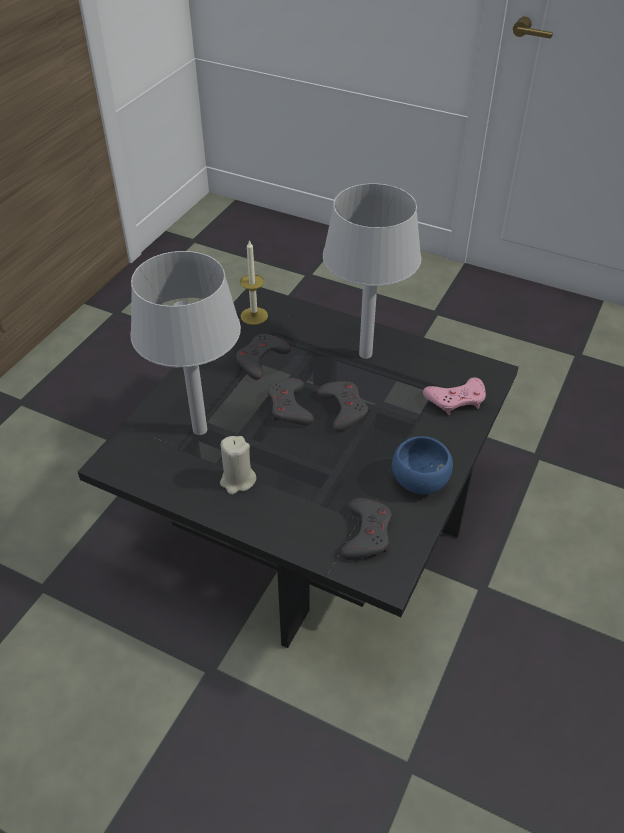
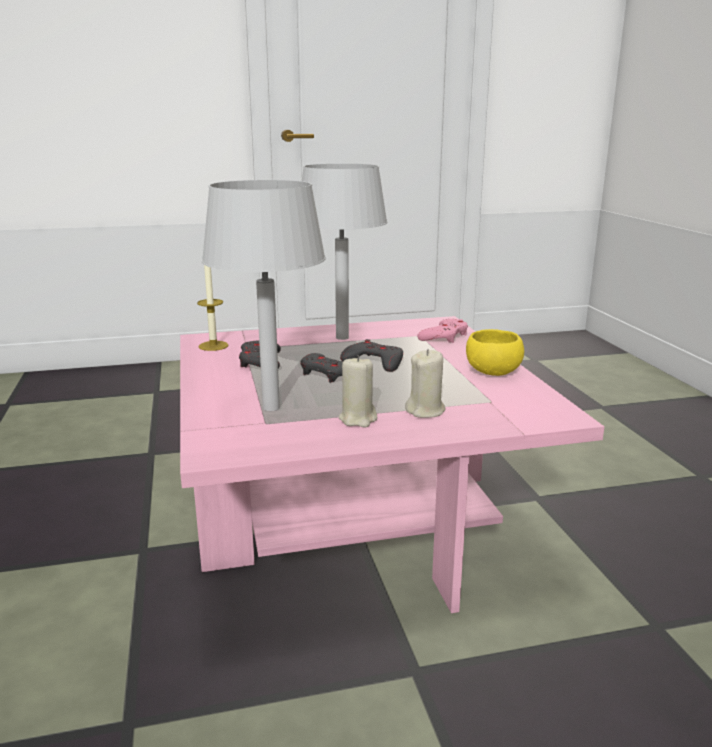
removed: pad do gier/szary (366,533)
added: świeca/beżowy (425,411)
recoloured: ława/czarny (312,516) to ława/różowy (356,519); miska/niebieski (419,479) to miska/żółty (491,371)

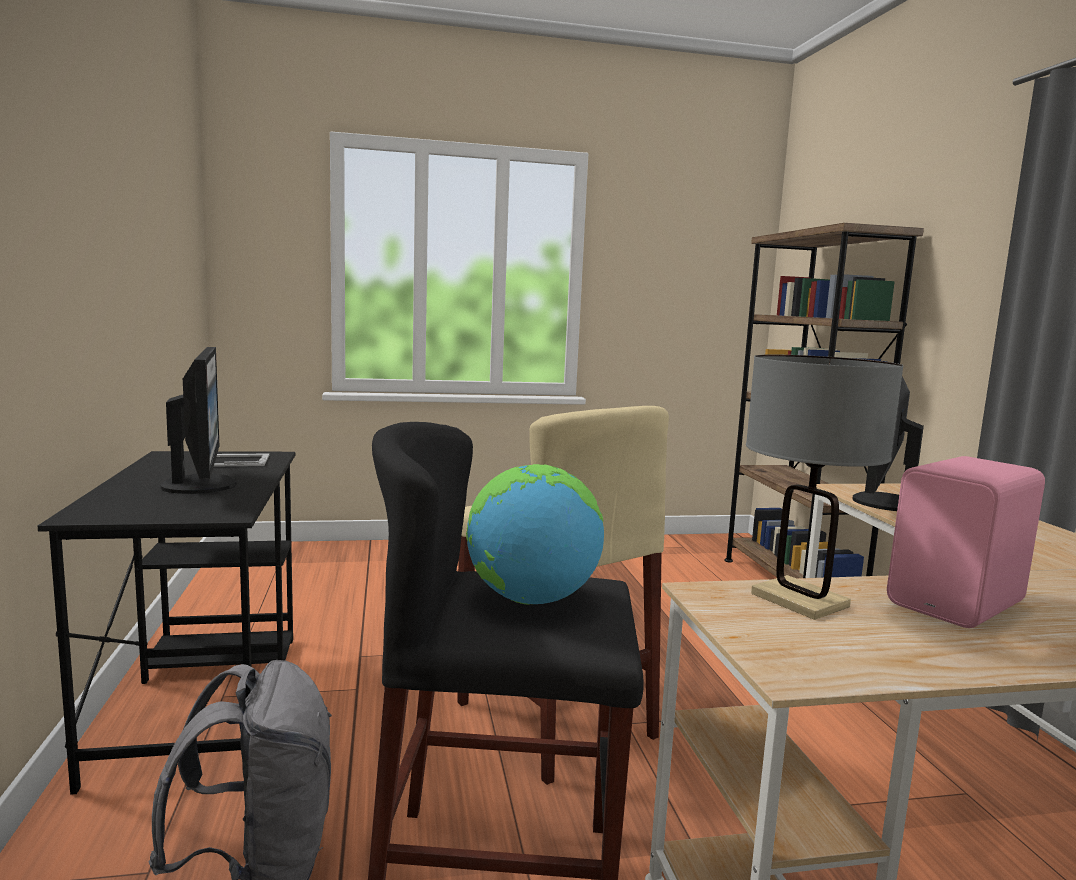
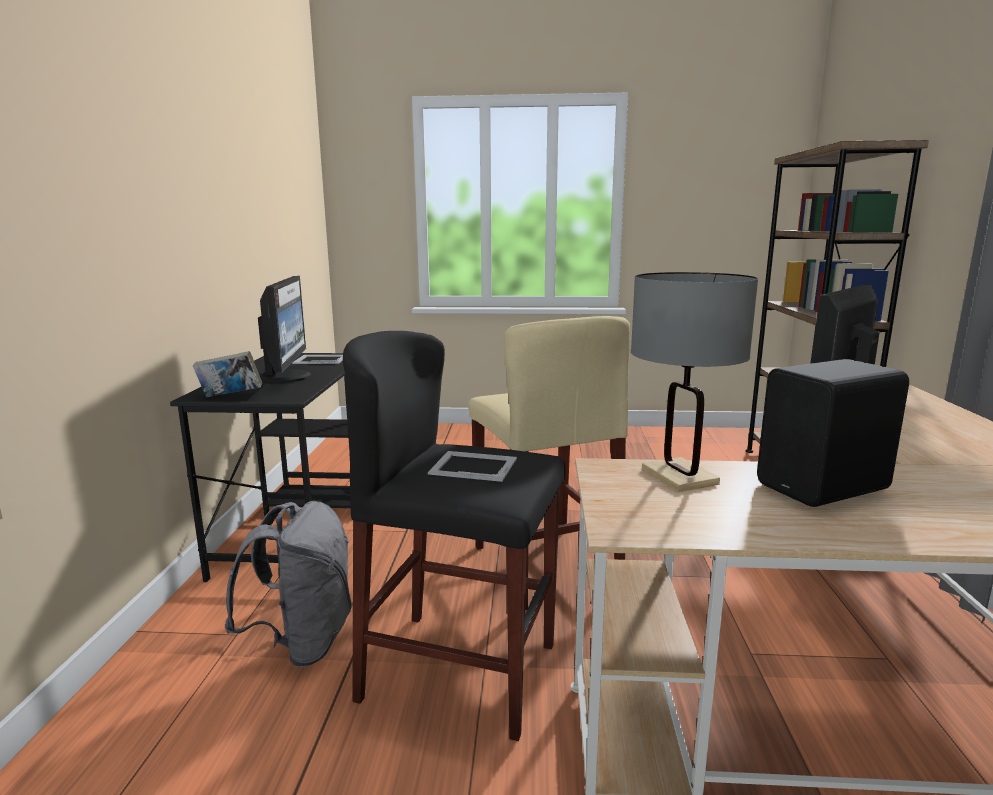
added: książka (230,397)
replaced: globus (531,599) to ramka na zdjęcie (472,466)
recoloured: głośnik/różowy (959,604) to głośnik/czarny (826,488)

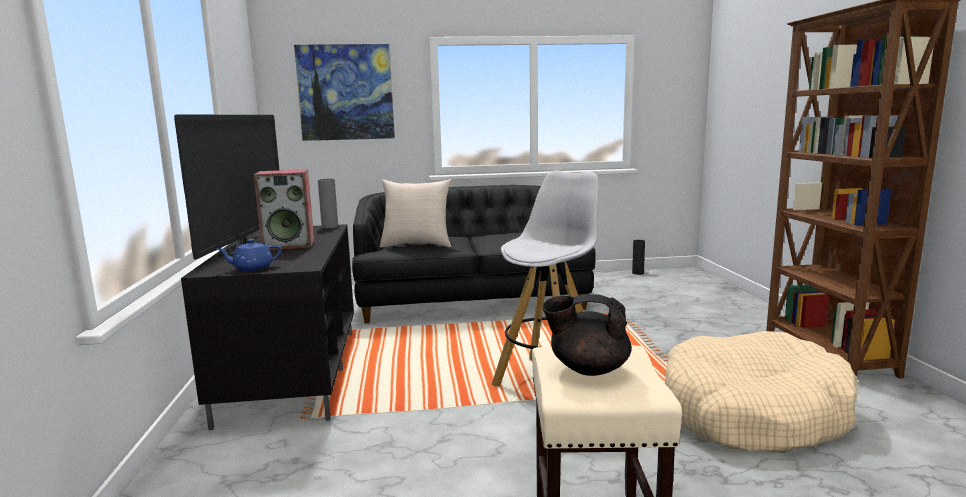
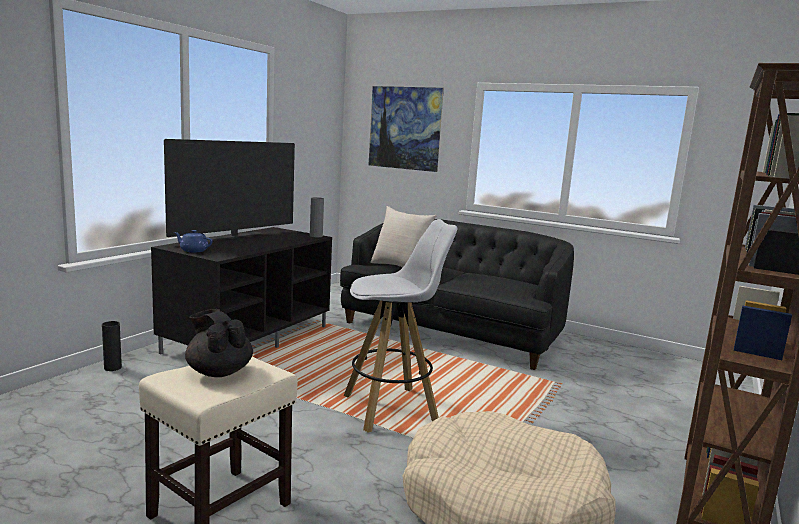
removed: głośnik (289,245)
moved: wazon/czarny (638,273) to (112,368)

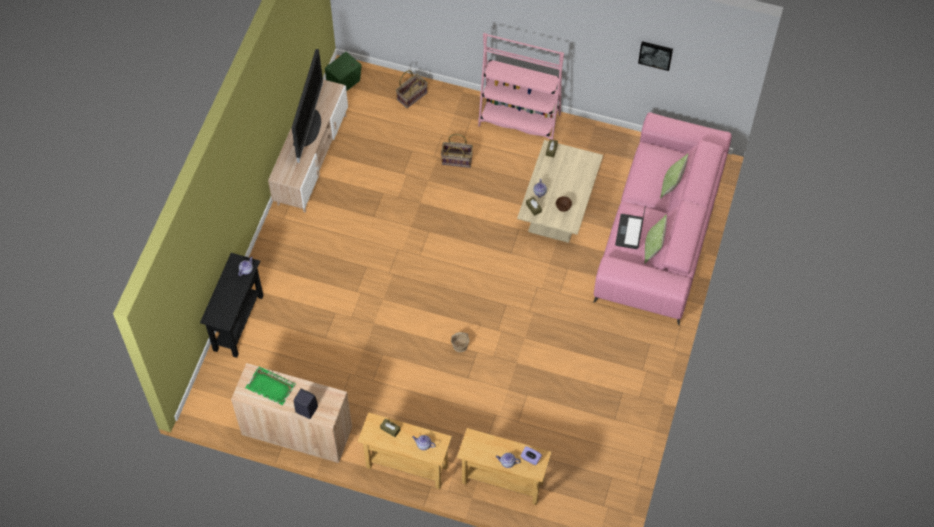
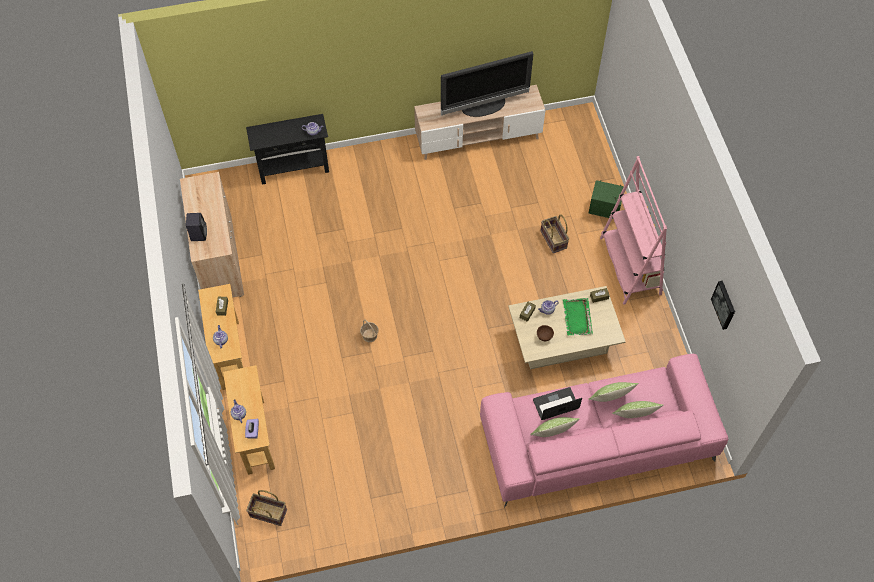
added: poduszka (610,399)
moved: taca/zielony (271,387) to (577,318); głośnik/zielony (345,84) to (604,211); koszyk (412,95) to (268,512)

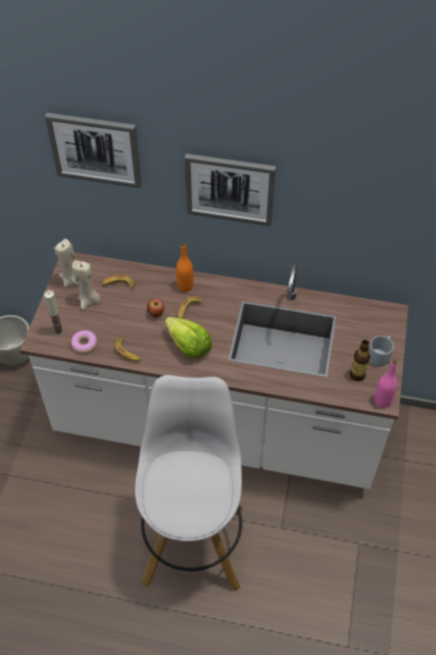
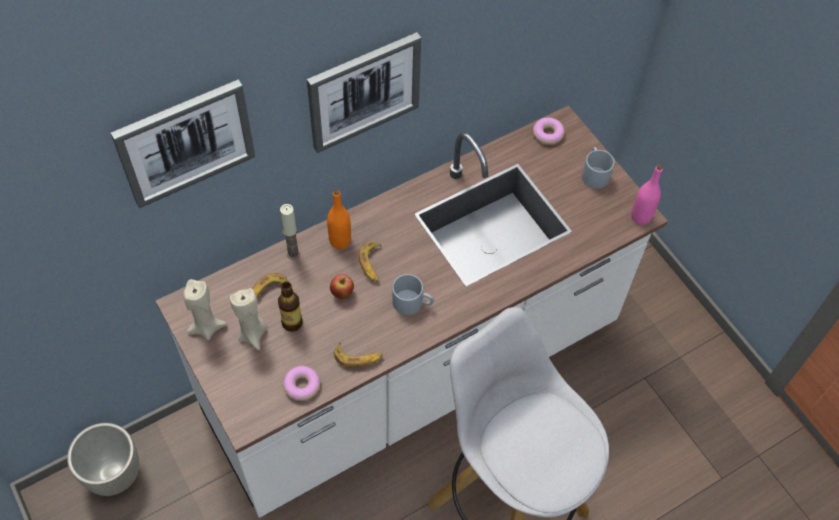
added: donut (547,134)
moved: świeca (58,331) to (293,253); butelka (357,375) to (292,323)
replaced: sałata (188,346) to kubek/szary (412,302)

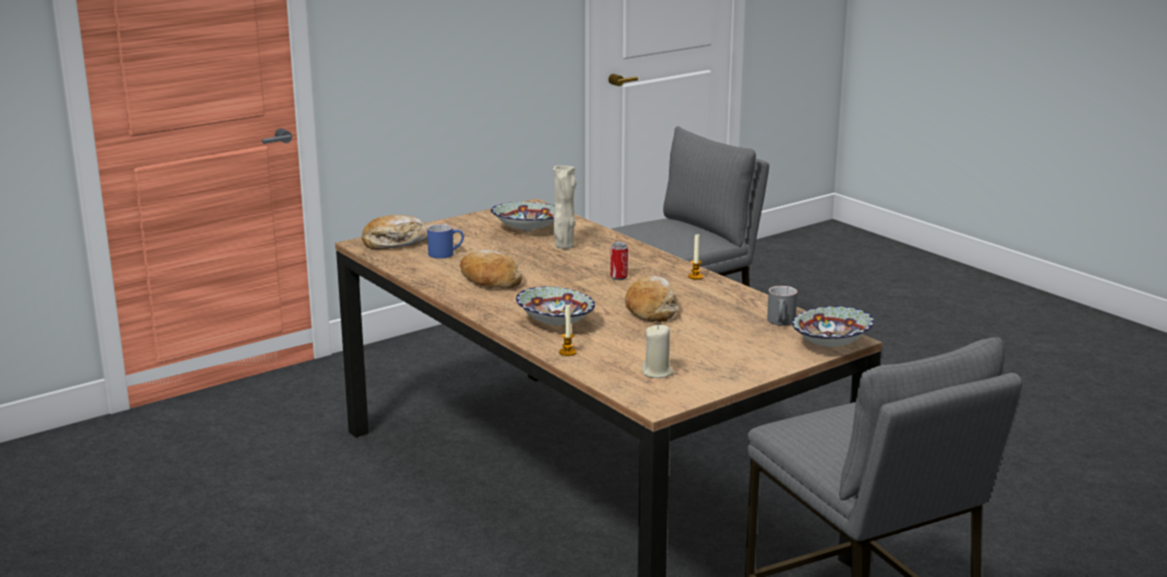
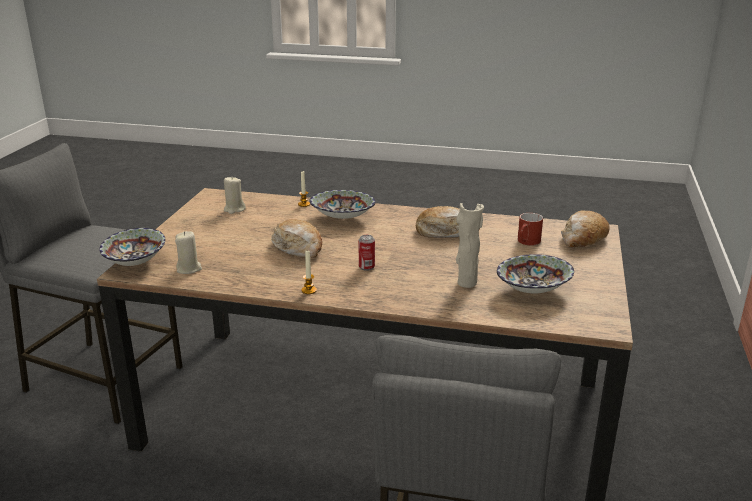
replaced: kubek/szary (782,322) to świeca/beżowy (189,269)
recoloured: kubek/niebieski (446,253) to kubek/czerwony (527,242)

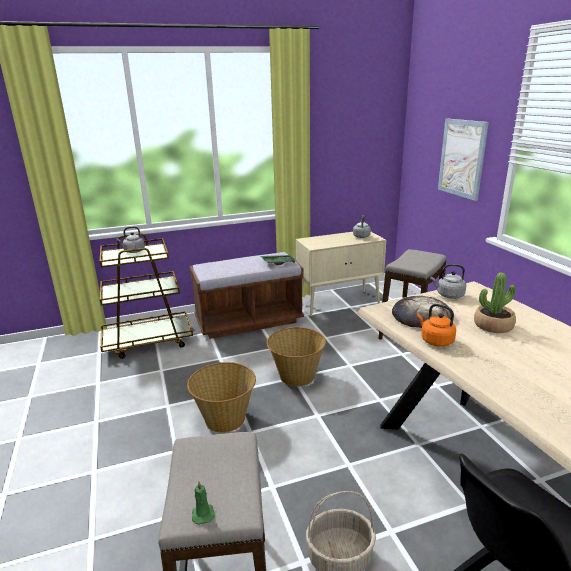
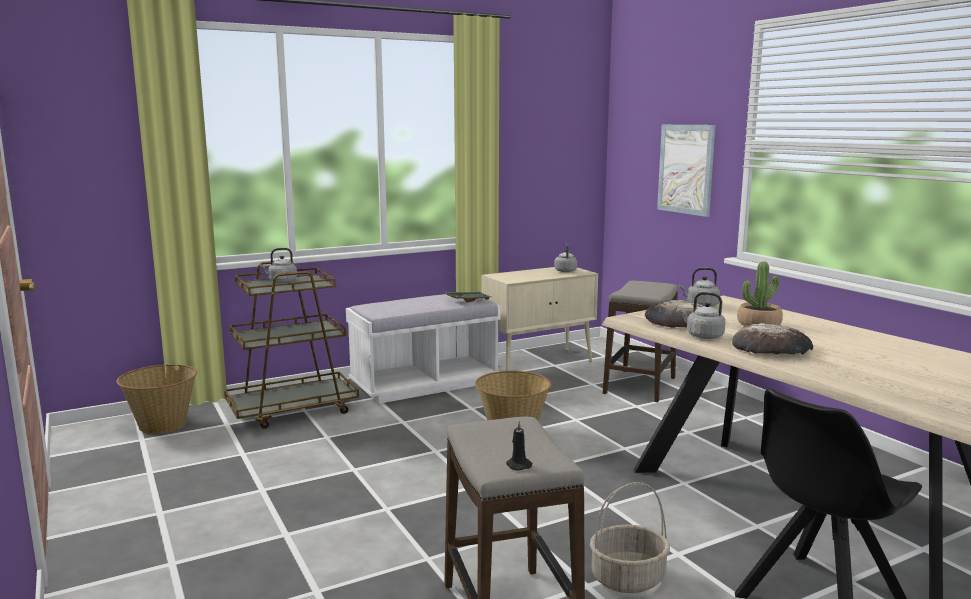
added: chleb (772,348)
moved: koszyk (225,419) to (162,425)
recoloured: ławka/brązowy (248,321) to ławka/biały (424,384); świeca/zielony (203,513) to świeca/czarny (518,465); czajnik/pomarańczowy (435,340) to czajnik/szary (702,336)

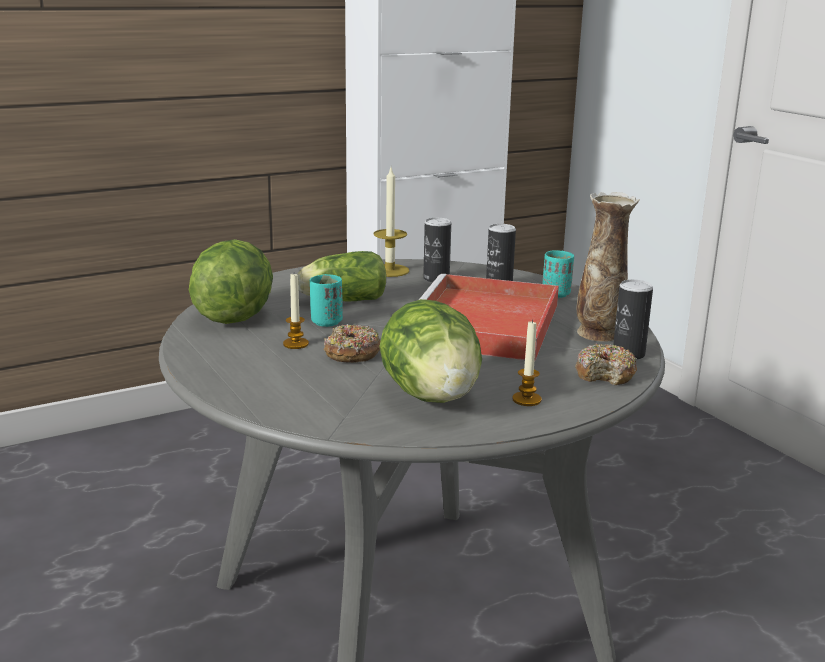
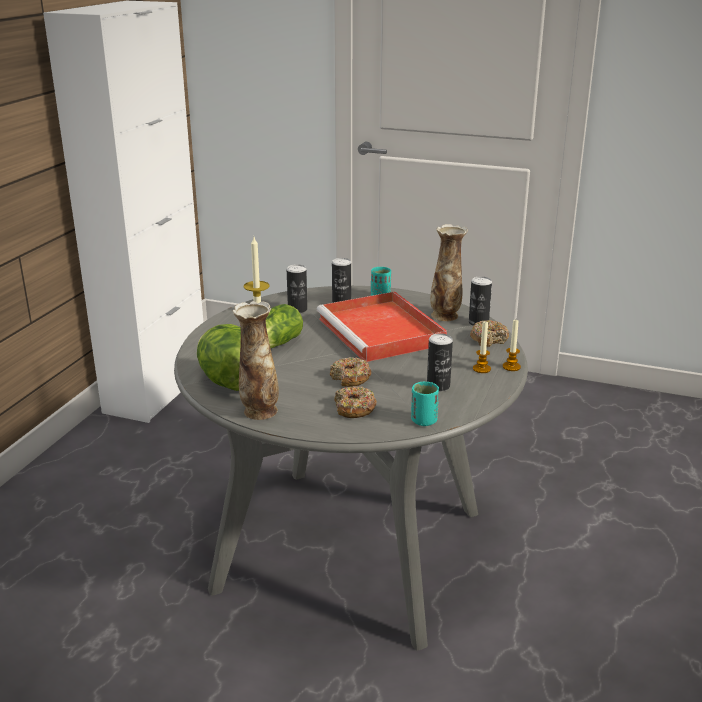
added: wazon (259,411); donut (354,409)
moved: świeca (295,344) to (511,367); filiżanka/turkusowy (326,322) to (424,421)
replaced: sałata (432,396) to puszka (438,386)

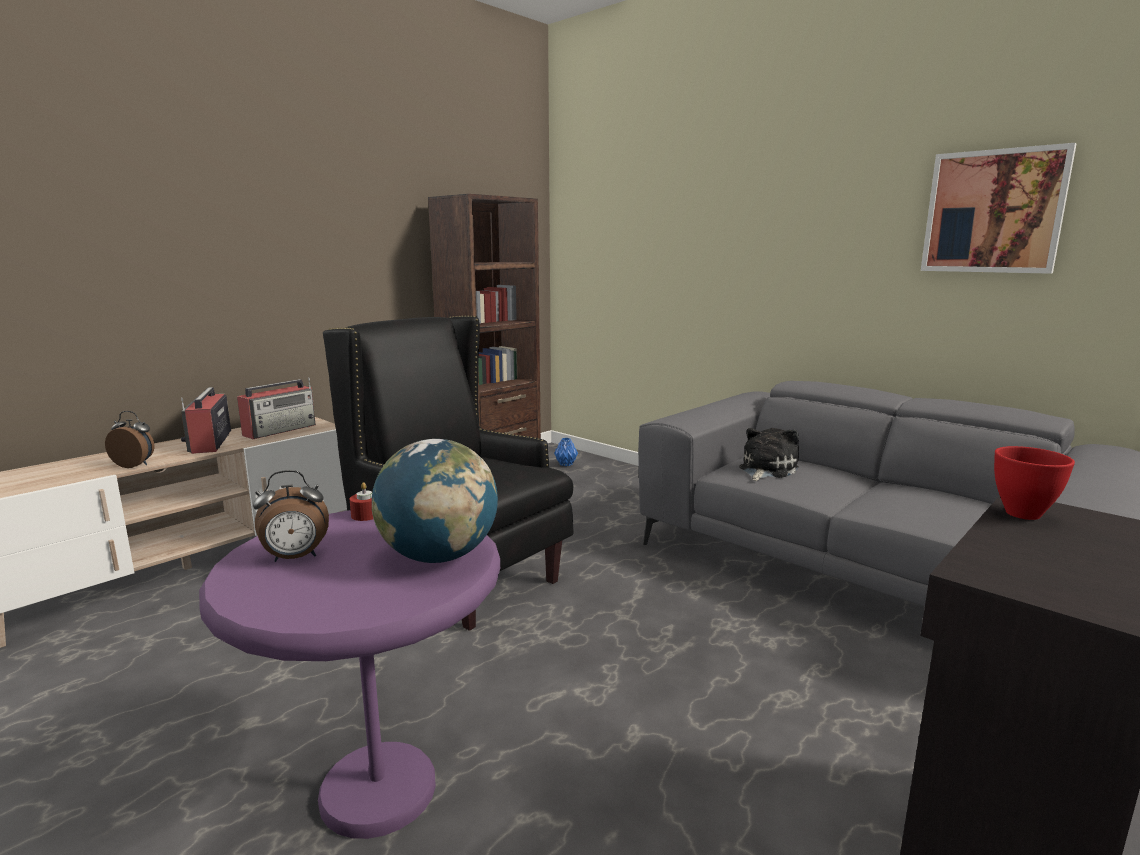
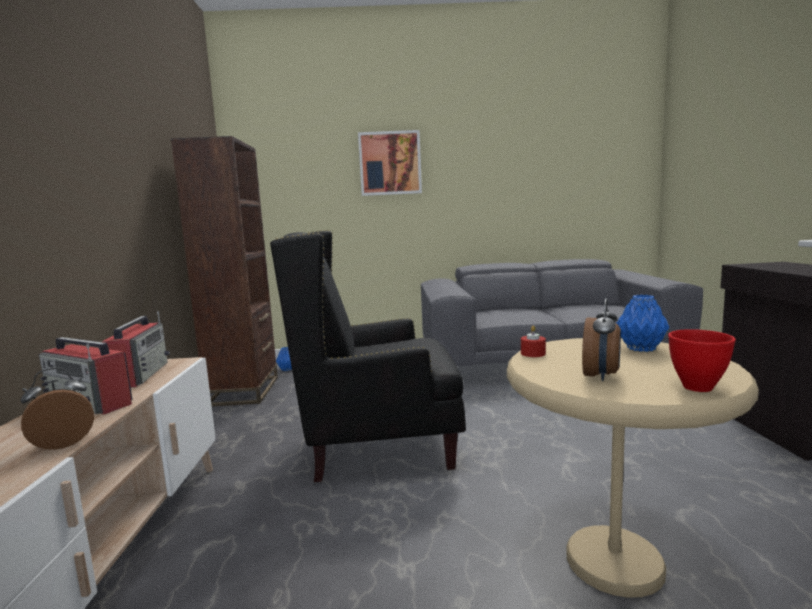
removed: pluszak (766,469)
moved: obraz (993,212) to (390,163); miska/czerwony (1024,514) to (698,387)
replaced: globus (439,556) to wazon/niebieski (642,349)
recoloured: stolik/fioletowy (378,791) to stolik/beżowy (614,562)

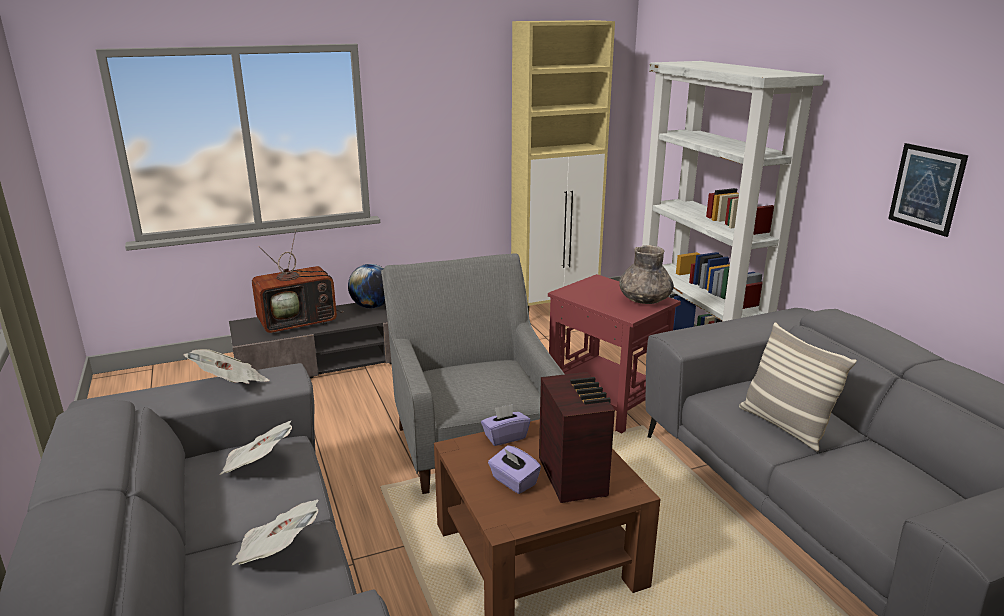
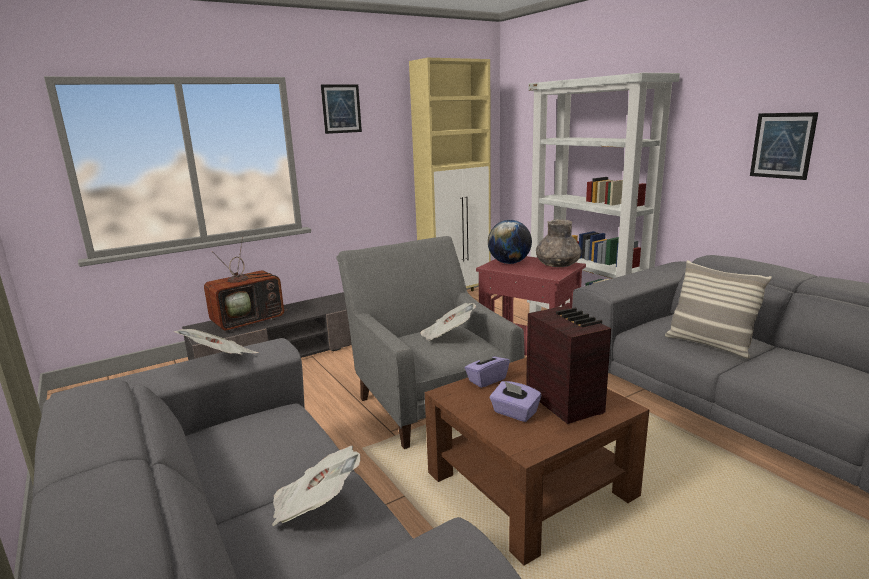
added: obraz (341,108)
moved: gazeta (258,464) to (447,335); globus (372,306) to (509,263)

